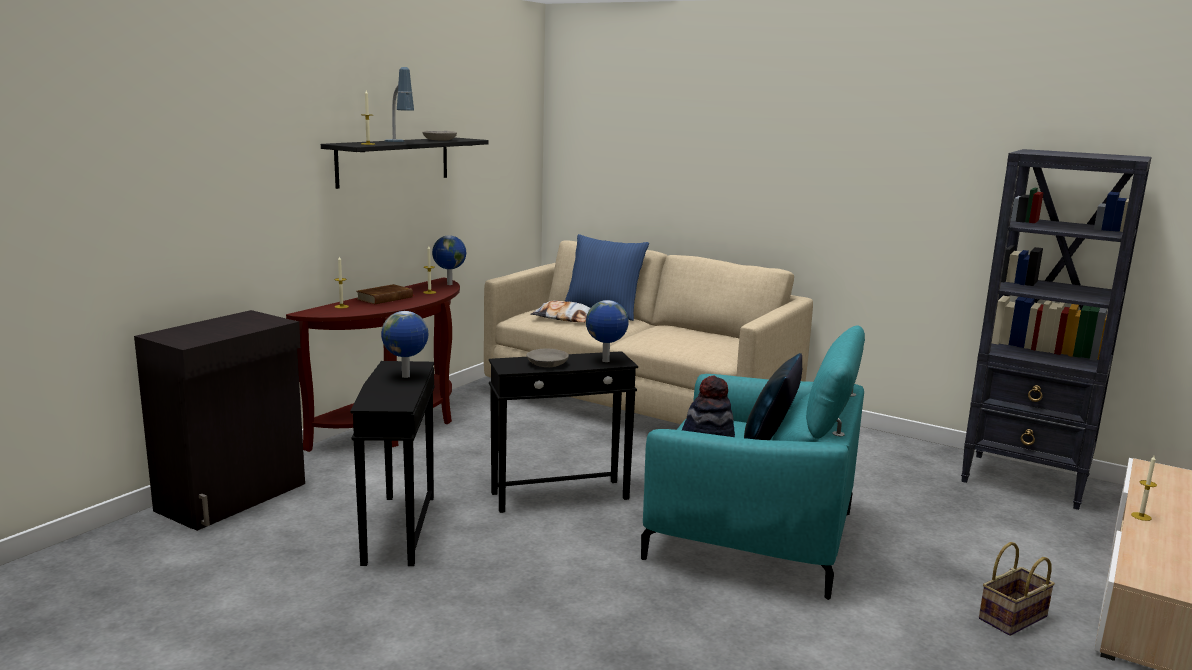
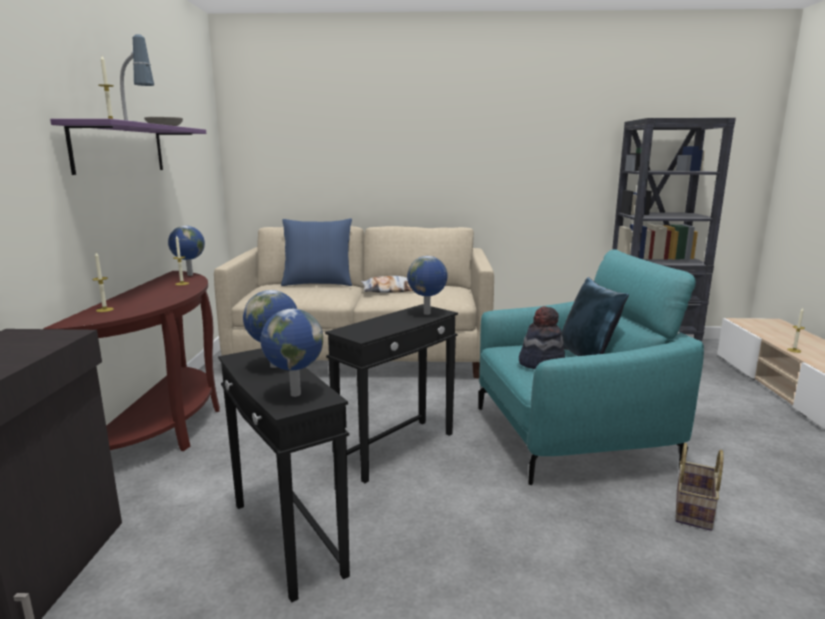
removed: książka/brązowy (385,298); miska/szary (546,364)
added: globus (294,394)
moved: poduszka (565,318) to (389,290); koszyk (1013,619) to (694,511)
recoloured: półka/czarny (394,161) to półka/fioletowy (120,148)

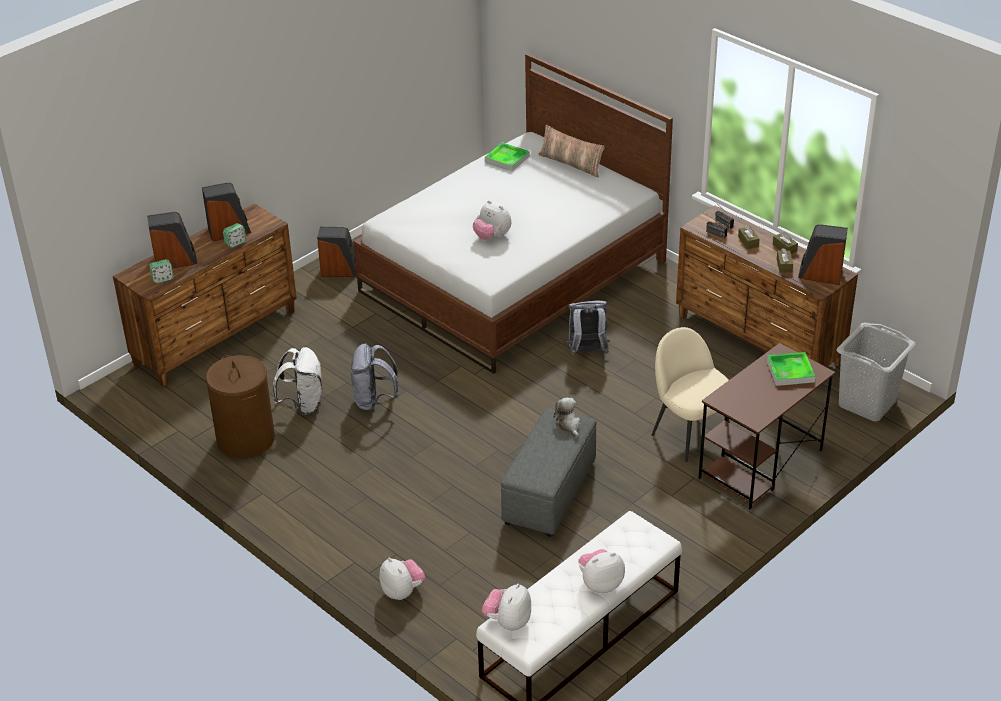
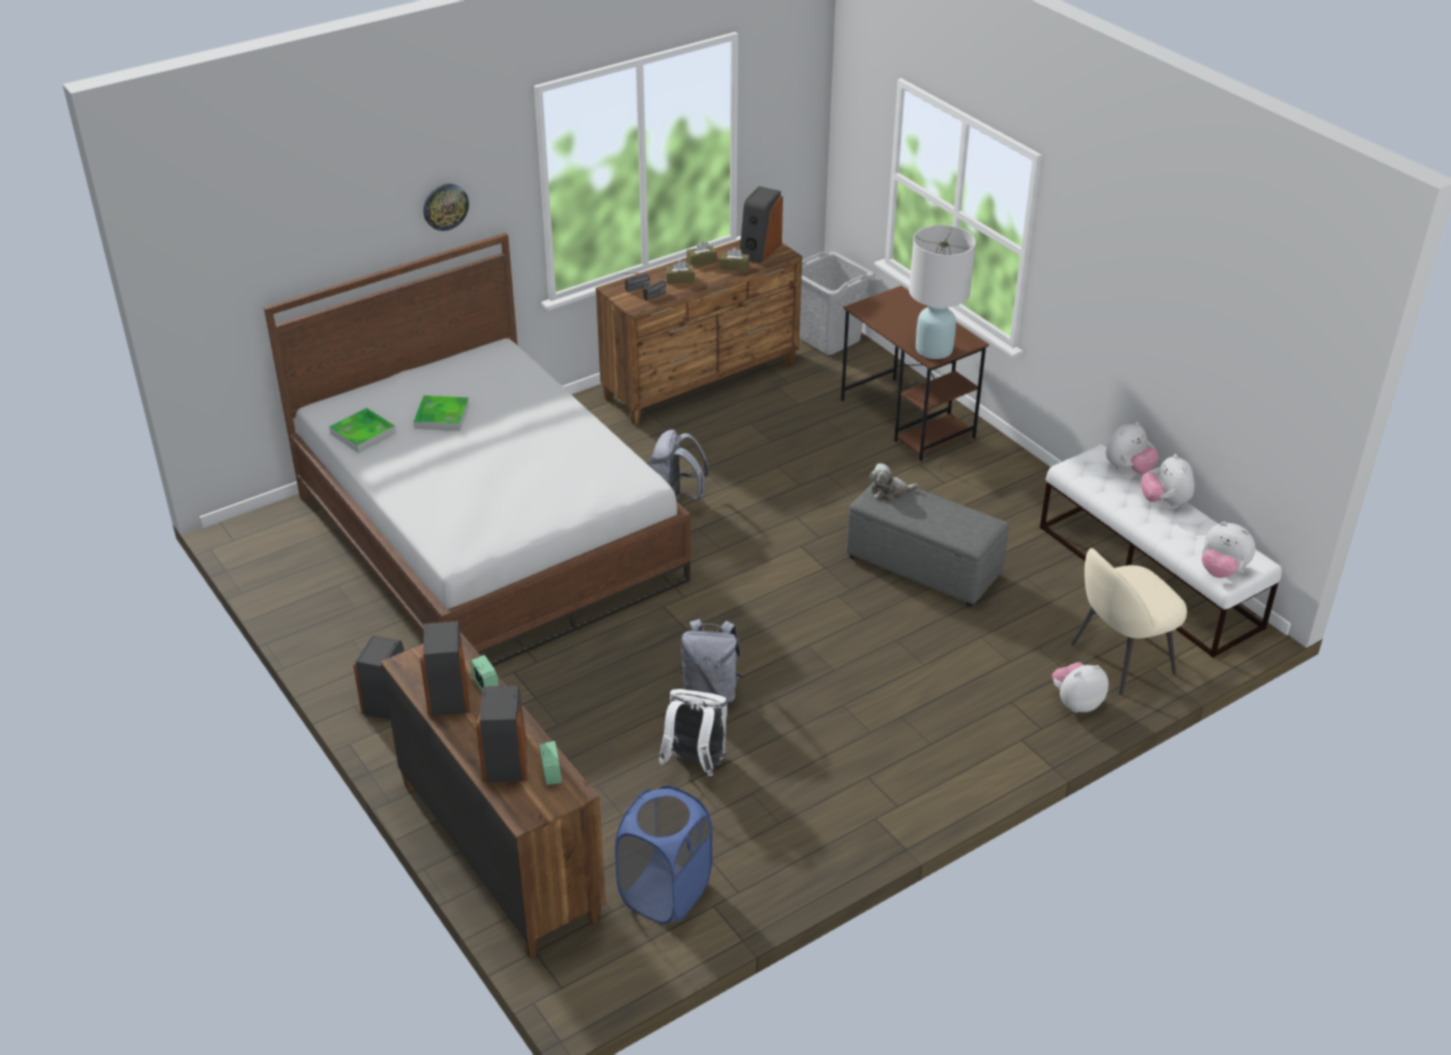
removed: kosz na pranie/brązowy (246,439); poduszka (571,163)
added: zegar ścienny (445,206); kosz na pranie/niebieski (665,892); lampa stołowa/biały (933,350)
moved: pluszak (492,236) to (1128,469); krzesło/beżowy (690,433) to (1120,660); taca (790,371) to (442,416)

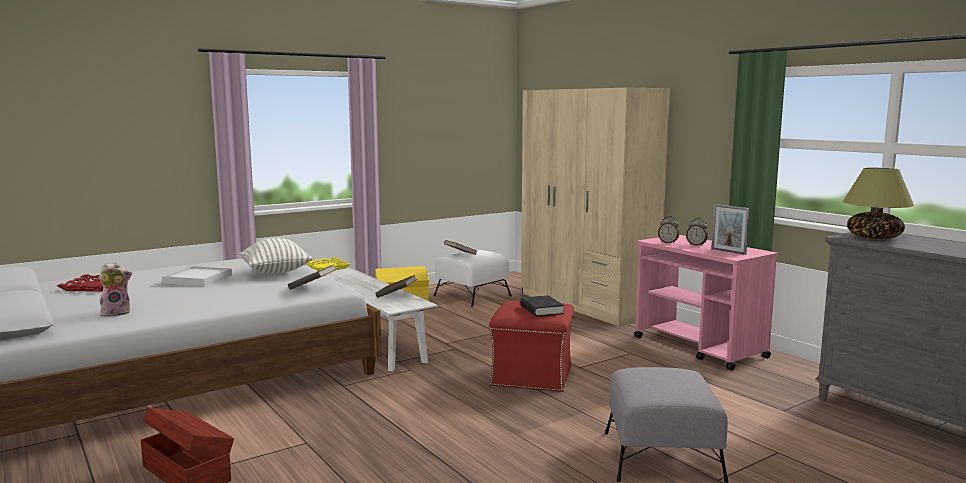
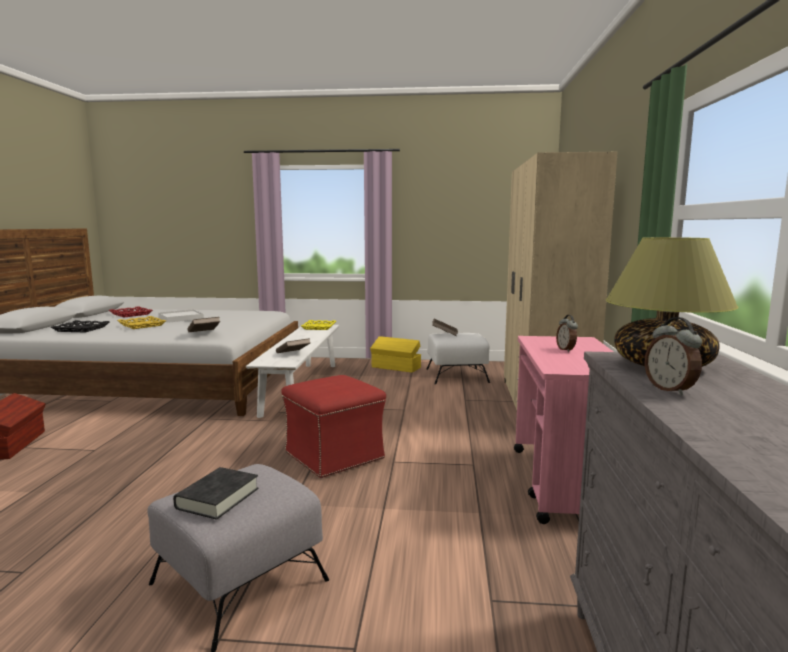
removed: poduszka (275,273); ramka na zdjęcie (728,251)
added: taca/żółty (142,325)
moved: książka/czarny (541,310) to (217,498); budzik (668,242) to (670,390)
replaced: pluszak (116,313) to taca/czarny (81,329)

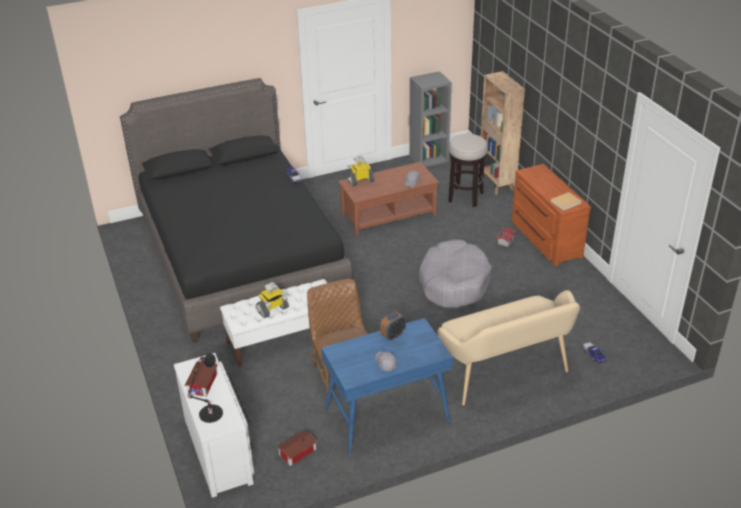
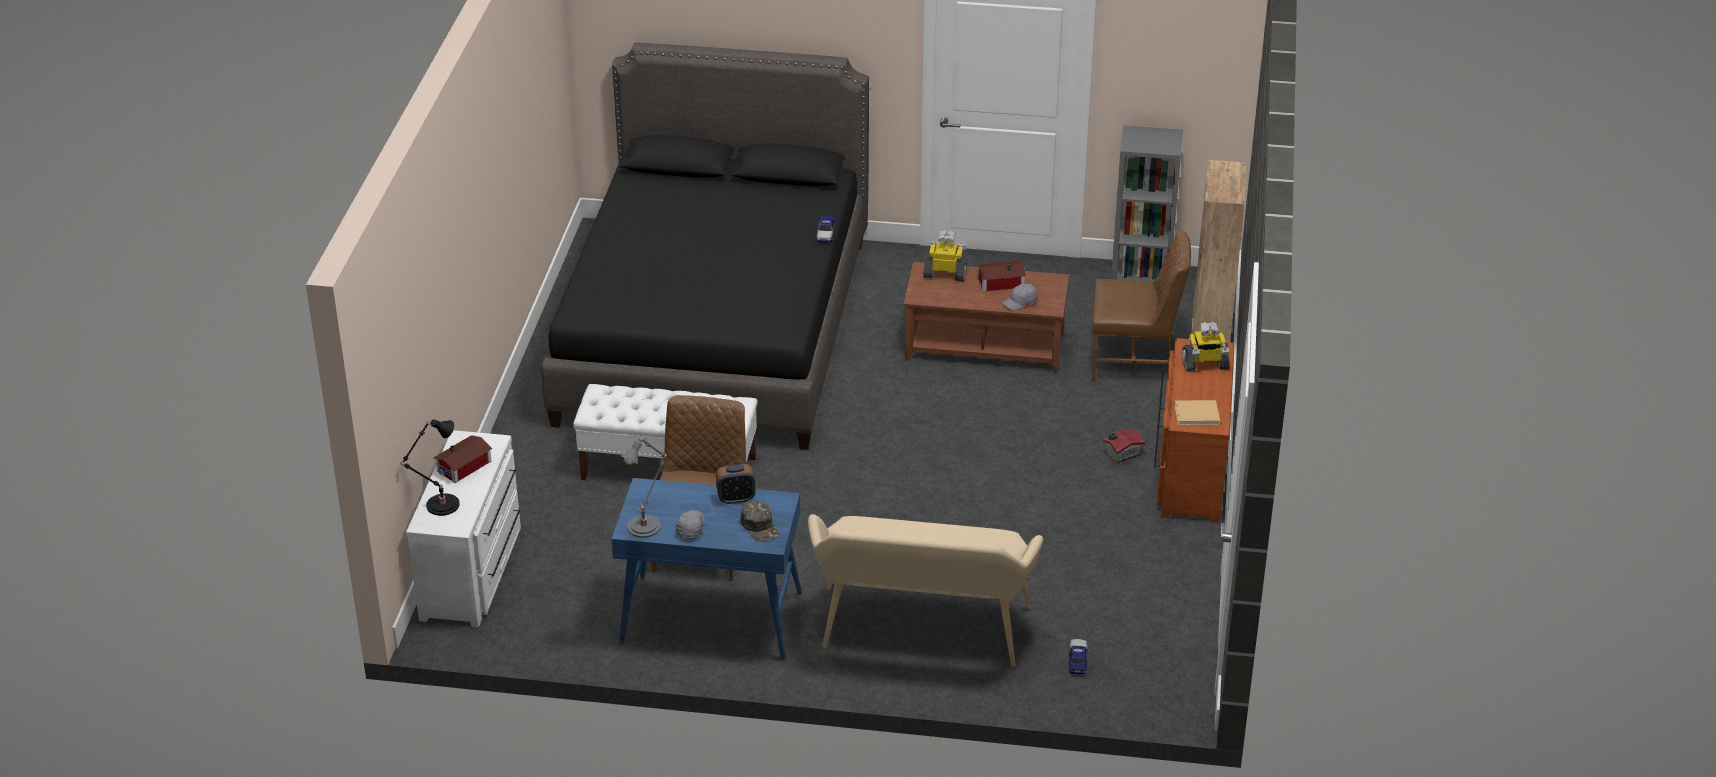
removed: legowisko/szary (454,283)
added: lampa stołowa/szary (646,525); czapka z daszkiem/zielony (760,526)
moved: robot zabawkowy (272,309) to (1204,364); domek (296,452) to (999,282)
replaced: stołek (465,197) to krzesło/brązowy (1134,362)

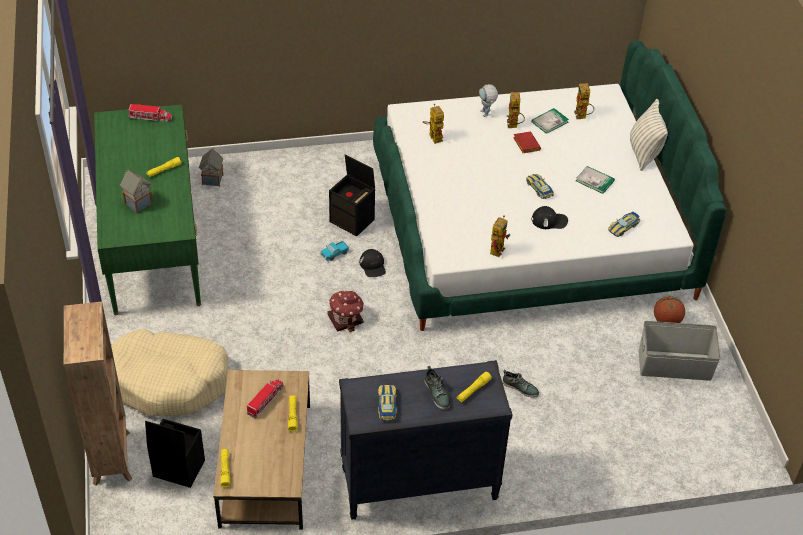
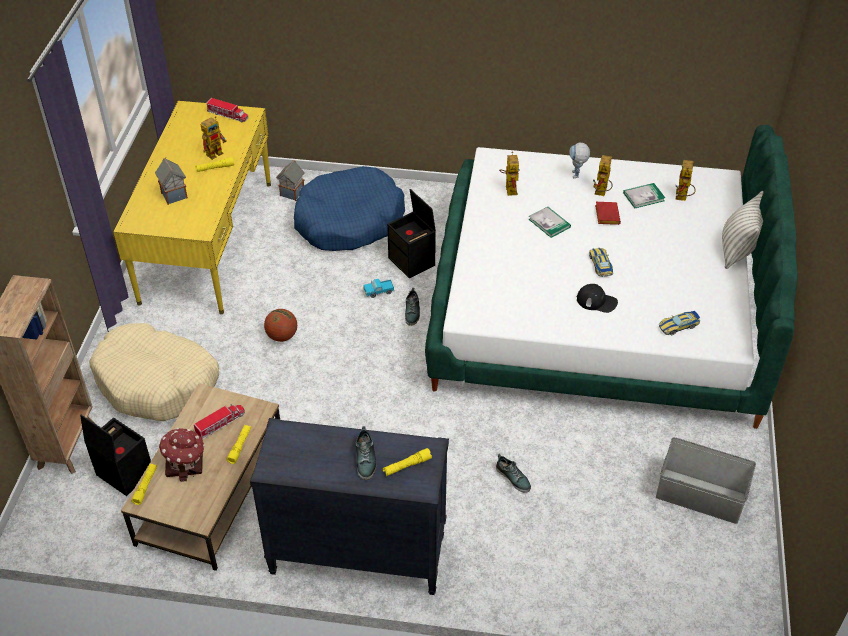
removed: samochodzik (387,405)
added: legowisko/niebieski (349,221)
moved: domek (346,319) to (185,463); robot zabawkowy (497,248) to (216,152); książka (594,181) to (549,223); piłka do koszykówki (666,321) to (282,336)
replaced: czapka z daszkiem/czarny (373,266) to but (412,312)
recoloured: biurko/zielony (153,241) to biurko/żółty (207,241)

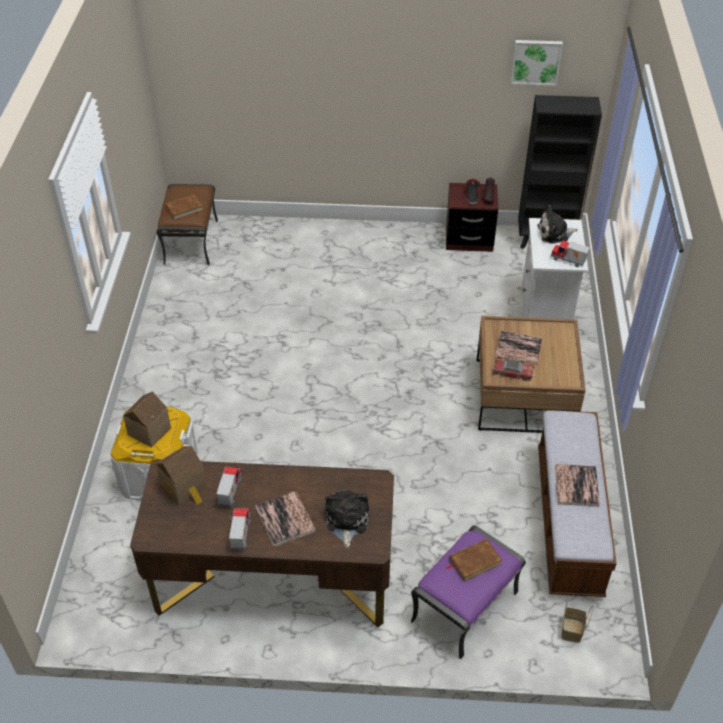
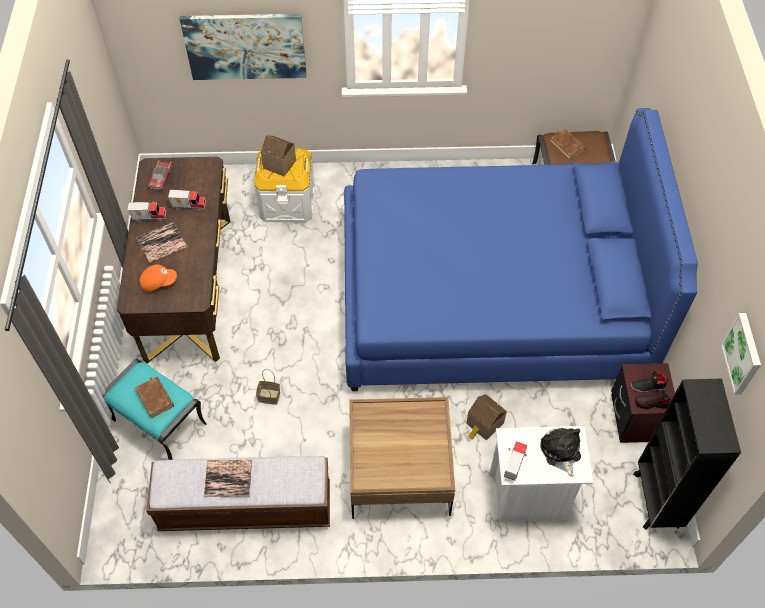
removed: książka (518,349)
added: obraz (245,46); łóżko/niebieski (490,299)
moved: domek (185,486) to (484,424); samochodzik (512,373) to (161,178); koszyk (572,631) to (268,397)
replaced: pluszak (346,521) to czapka z daszkiem/pomarańczowy (158,282)
recoloured: pufa/fioletowy (465,607) to pufa/turkusowy (158,422)

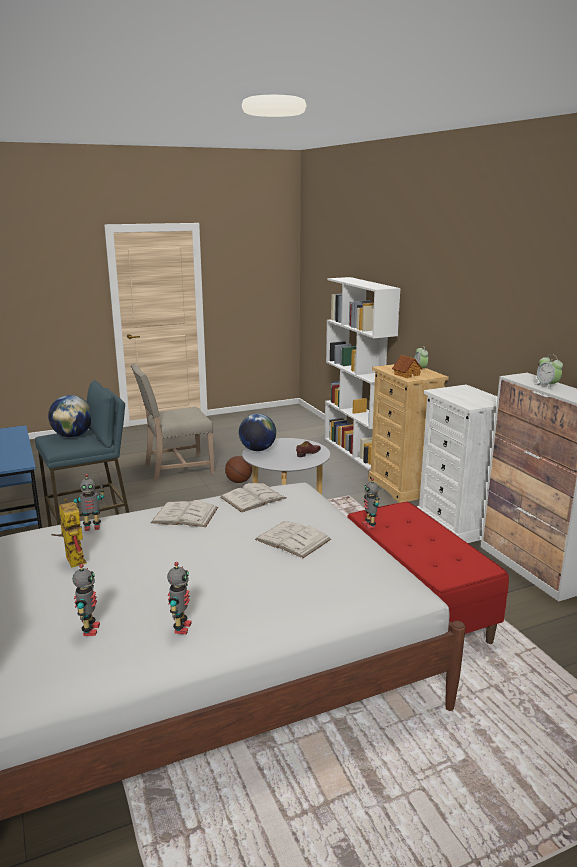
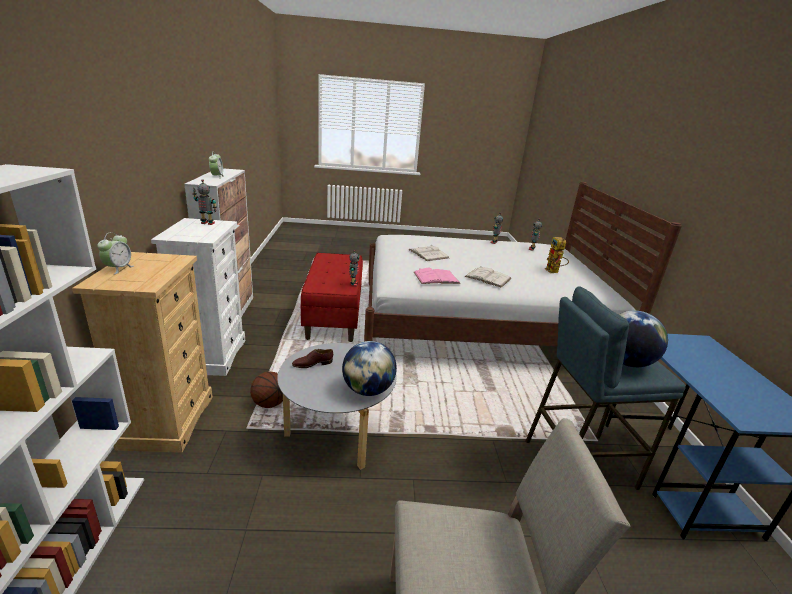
removed: domek (406,374)
moved: robot zabawkowy (92,527) to (207,223); piłka do koszykówki (239,481) to (269,403)
recoloured: książka/biały (253,498) to książka/różowy (436,277)

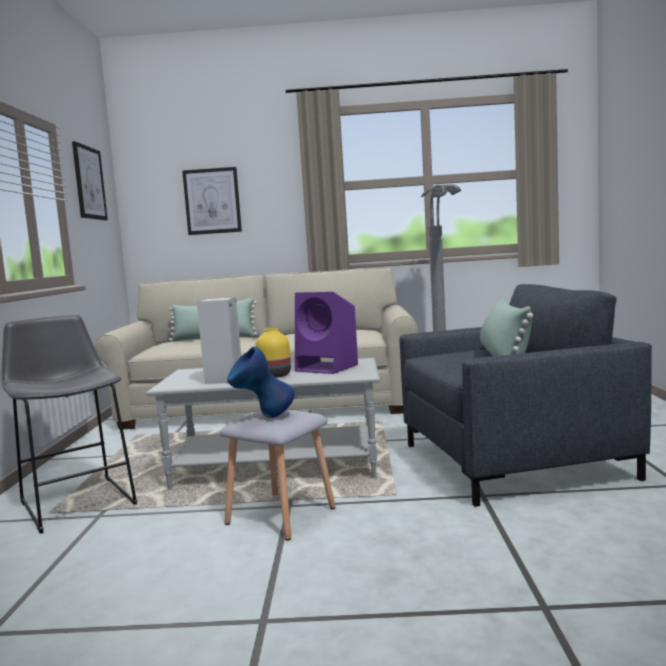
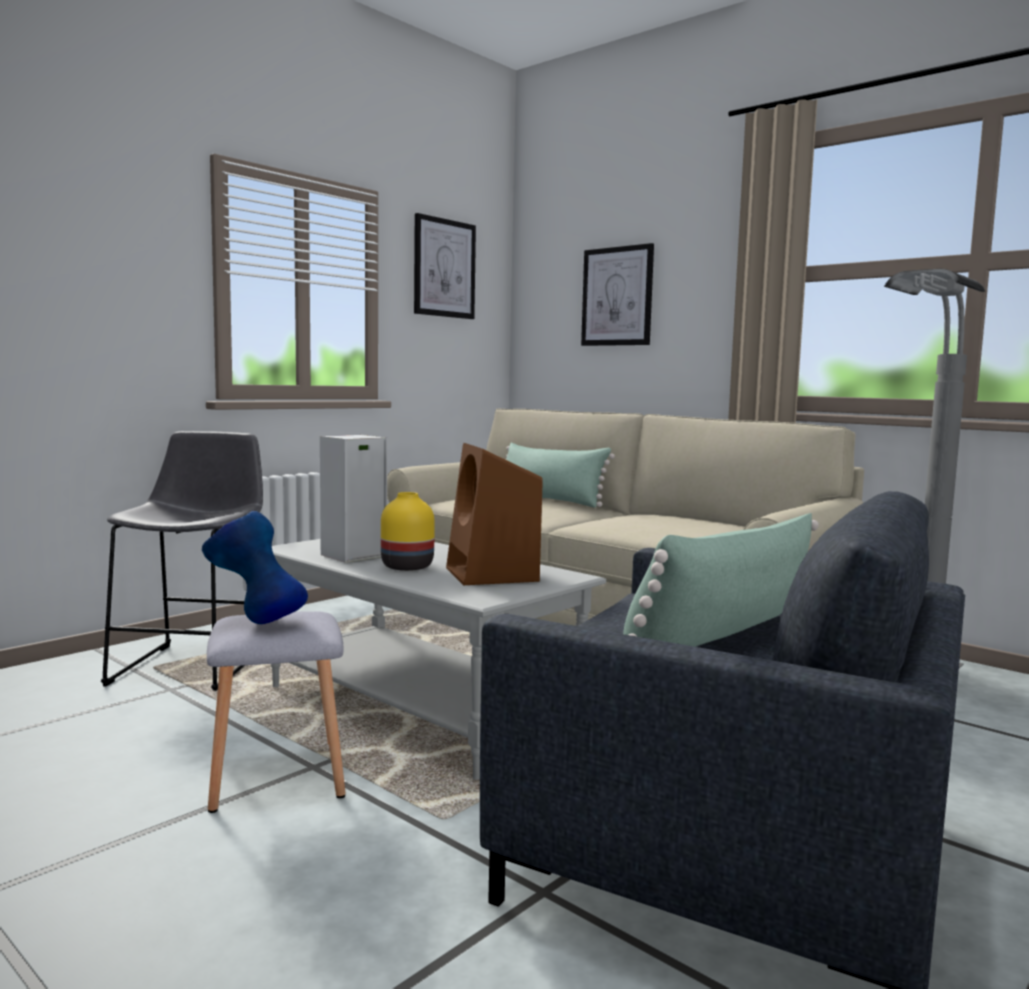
recoloured: głośnik/fioletowy (328,368) to głośnik/brązowy (493,575)

